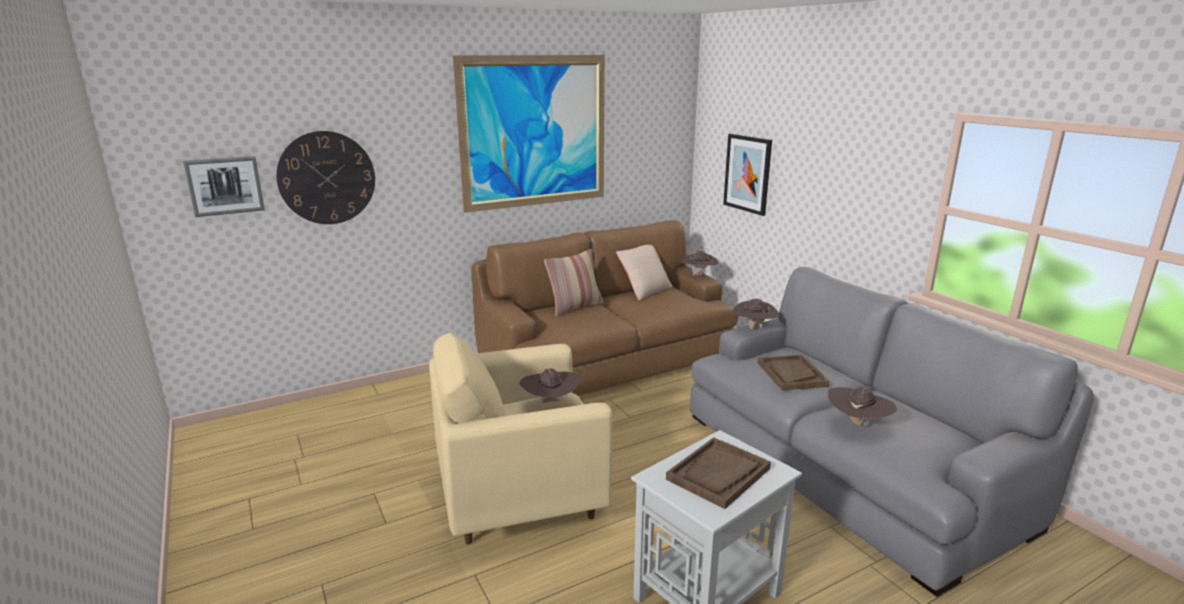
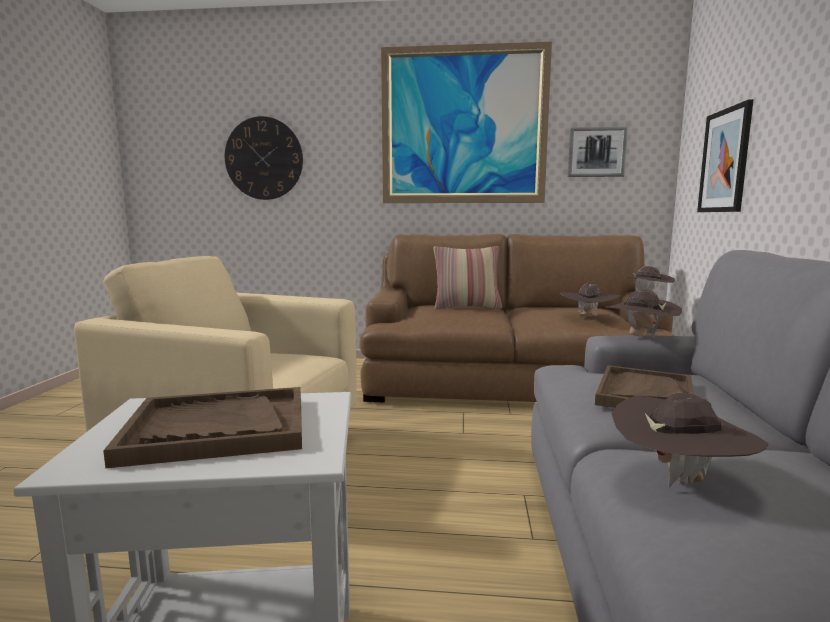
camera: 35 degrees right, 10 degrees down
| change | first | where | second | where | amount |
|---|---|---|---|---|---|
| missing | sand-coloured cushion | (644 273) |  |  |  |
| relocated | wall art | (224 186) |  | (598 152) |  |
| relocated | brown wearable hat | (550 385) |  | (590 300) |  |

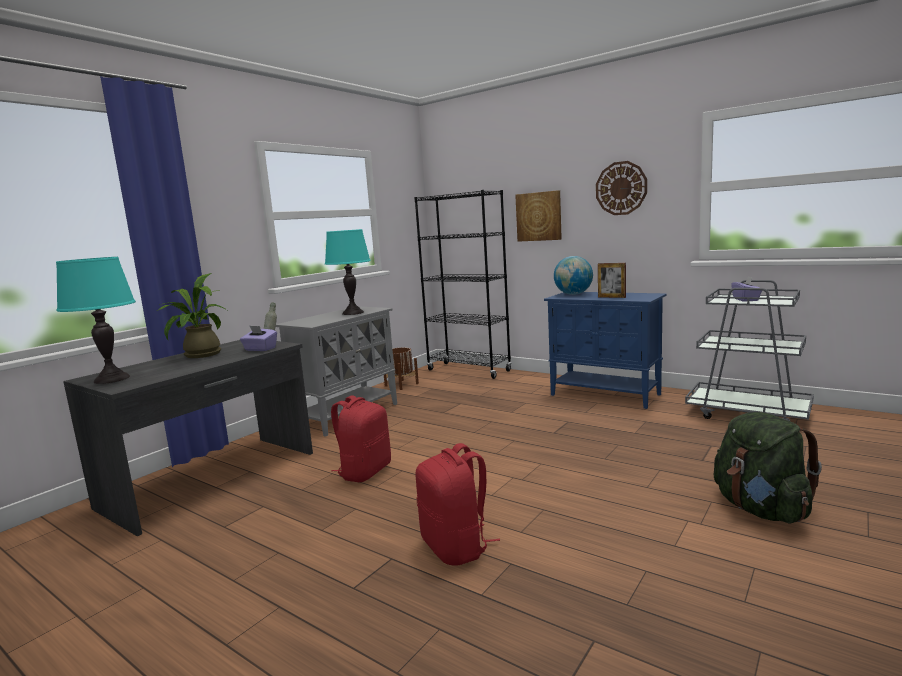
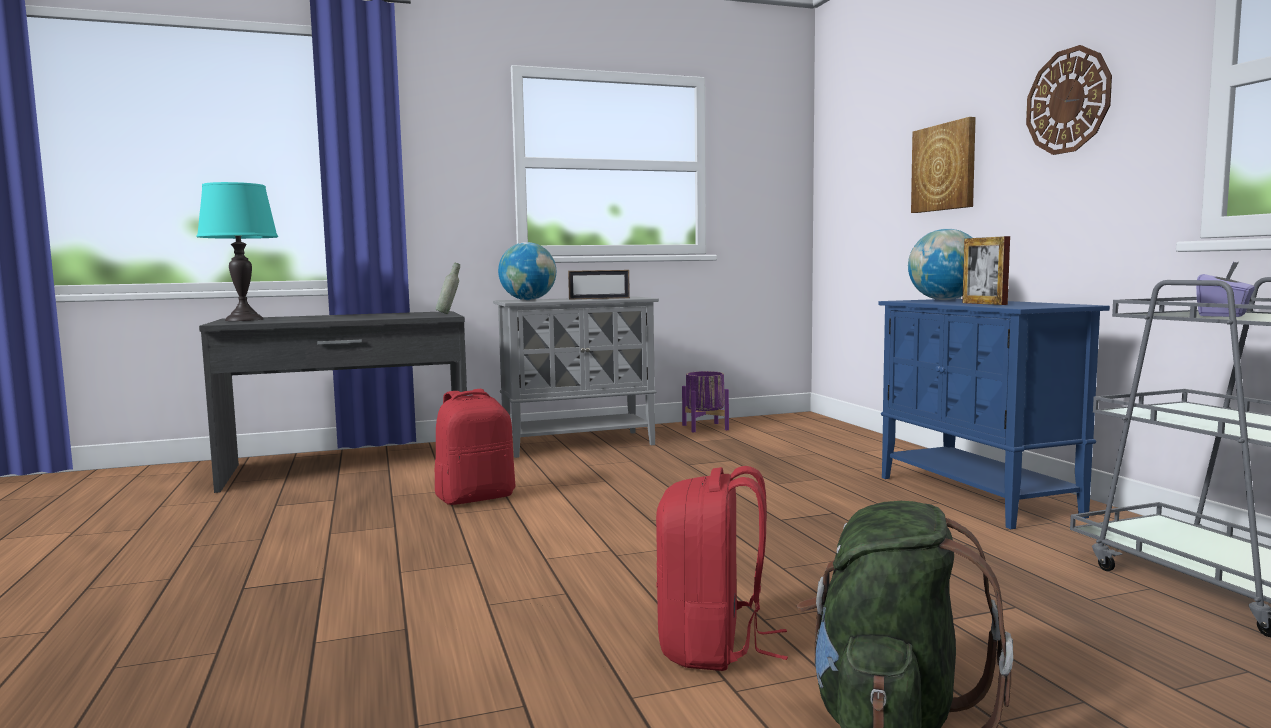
camera: 35 degrees right, 5 degrees down
| change | first | where | second | where | amount |
|---|---|---|---|---|---|
| missing | houseplant | (192 315) |  |  |  |
| missing | purplish tissue box | (258 338) |  |  |  |
| missing | blackish shelving unit | (463 284) |  |  |  |
| appeared |  |  | world globe | (527 271) |  |
| relocated | red-coloured rucksack | (458 504) |  | (722 568) |  |
| exchanged | turquoise lamp for a table | (348 272) | picture frame | (599 285) |  |
| colour | brown plant pot | (401 369) | purplish plant pot | (705 401) |  |

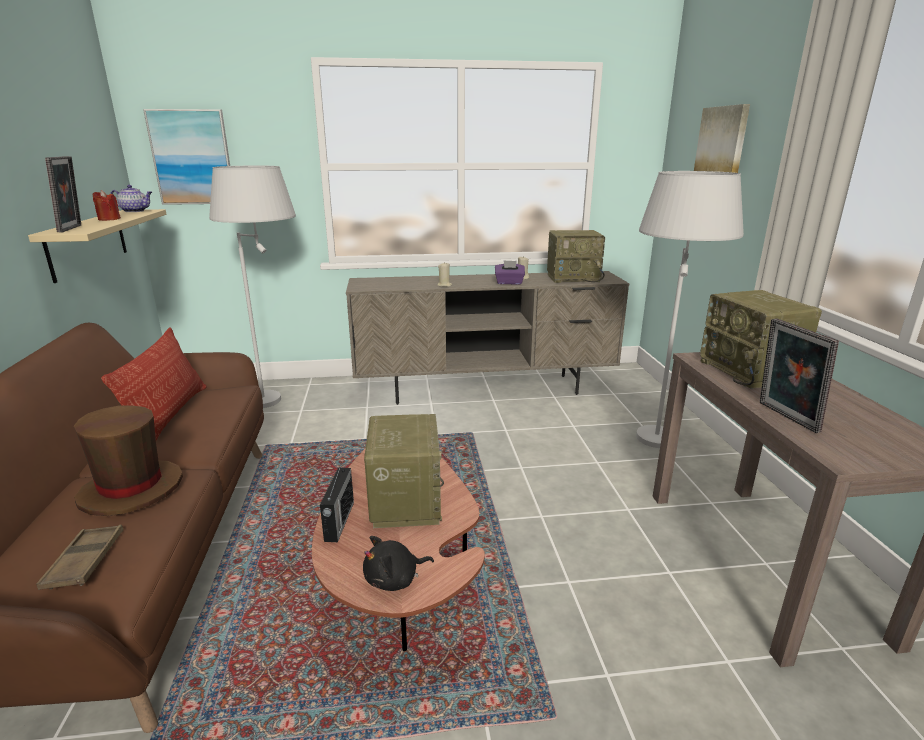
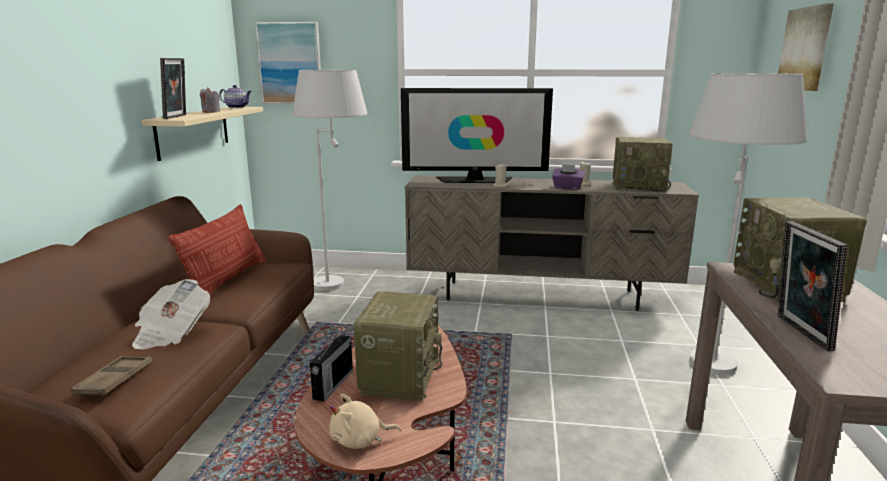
camera: 15 degrees right, 5 degrees down
| change | first | where | second | where | amount |
|---|---|---|---|---|---|
| appeared |  |  | TV set | (477 135) |  |
| exchanged | brown wearable hat | (128 461) | daily paper | (171 314) |  |
| colour | red-coloured wax candle | (107 205) | gray wax candle | (210 100) |  |
| colour | blackish soft toy | (398 563) | sand-coloured soft toy | (365 421) |  |

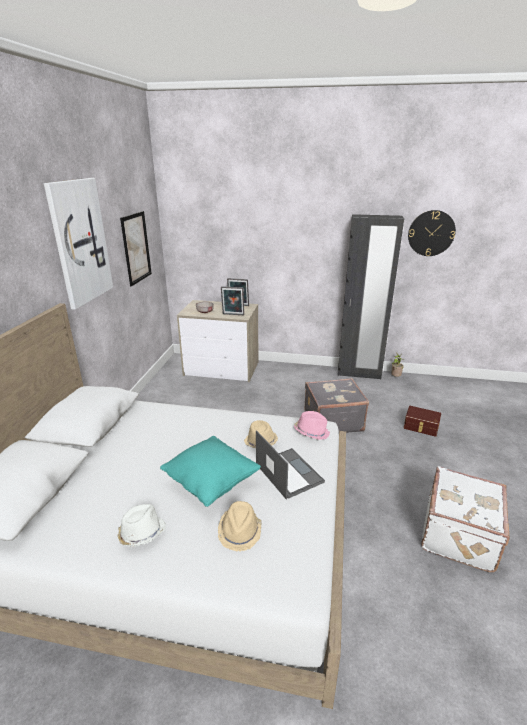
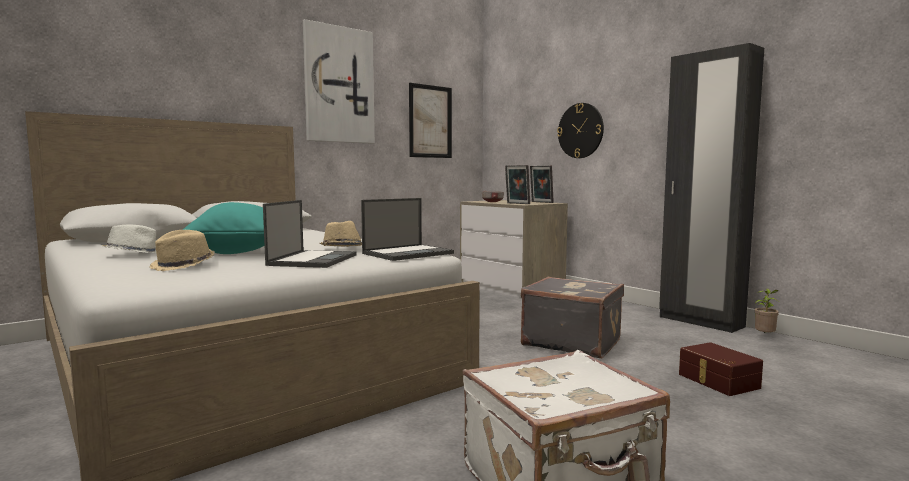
camera: 40 degrees right, 20 degrees down
| change | first | where | second | where | amount |
|---|---|---|---|---|---|
| relocated | clock on the wall | (432 233) |  | (580 130) |  |
| exchanged | pink wearable hat | (312 425) | notebook computer | (407 229) |  |

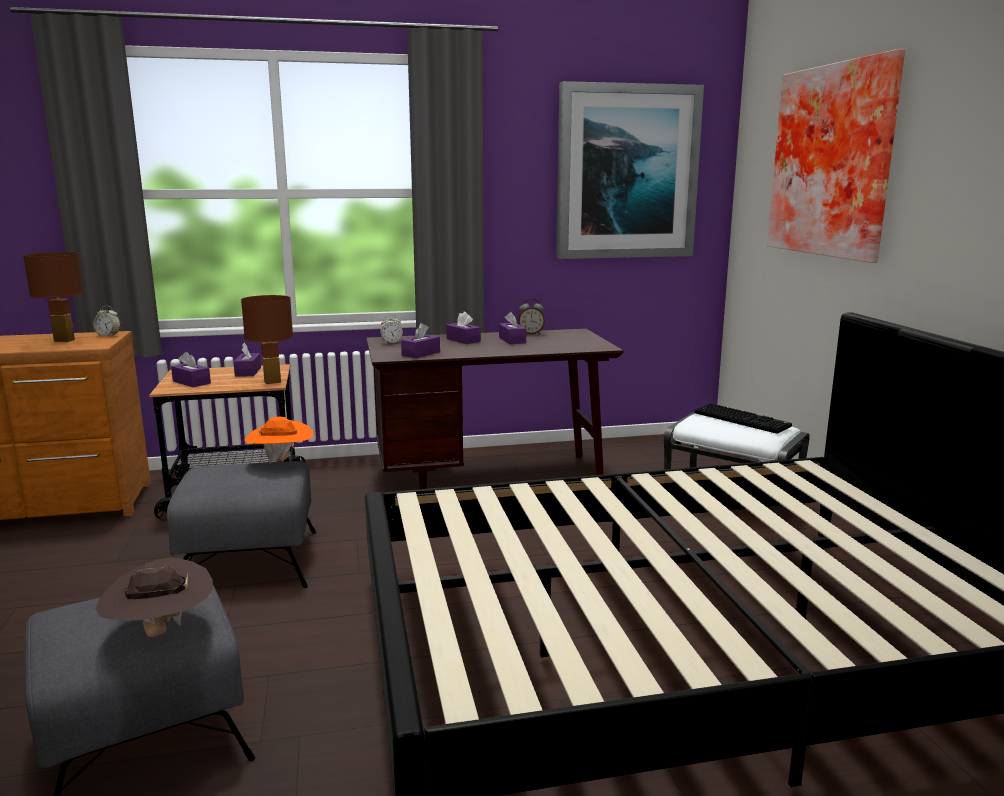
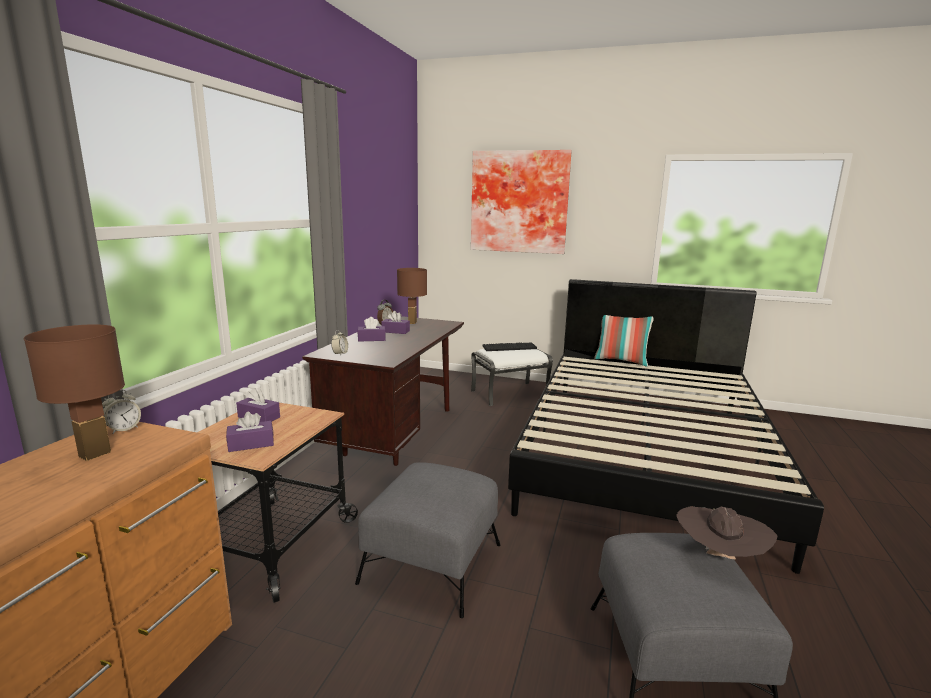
camera: 60 degrees left, 0 degrees up
| change | first | where | second | where | amount |
|---|---|---|---|---|---|
| missing | orange wearable hat | (278 440) |  |  |  |
| missing | purplish tissue box | (420 340) |  |  |  |
| missing | wall art | (630 170) |  |  |  |
| appeared |  |  | cushion | (624 341) |  |
| relocated | brown lamp for a table | (267 339) |  | (412 296) |  |

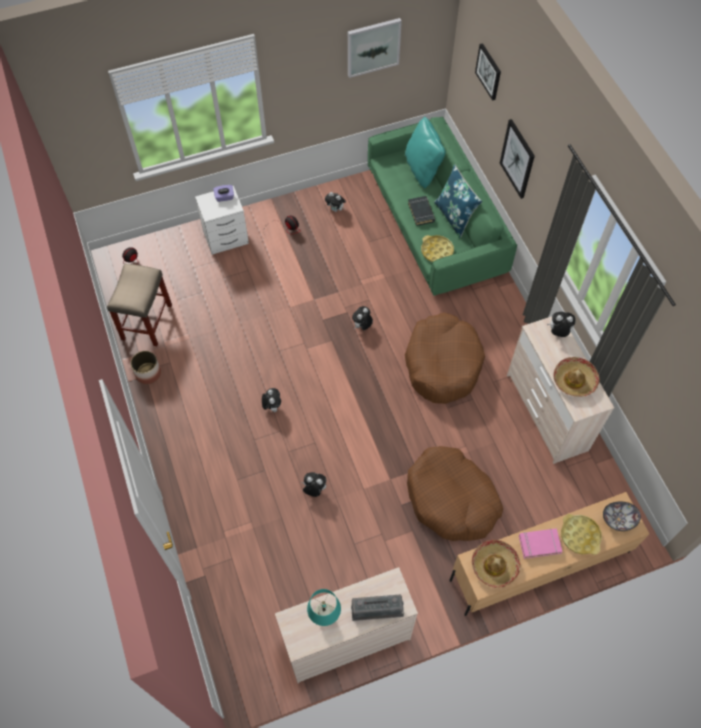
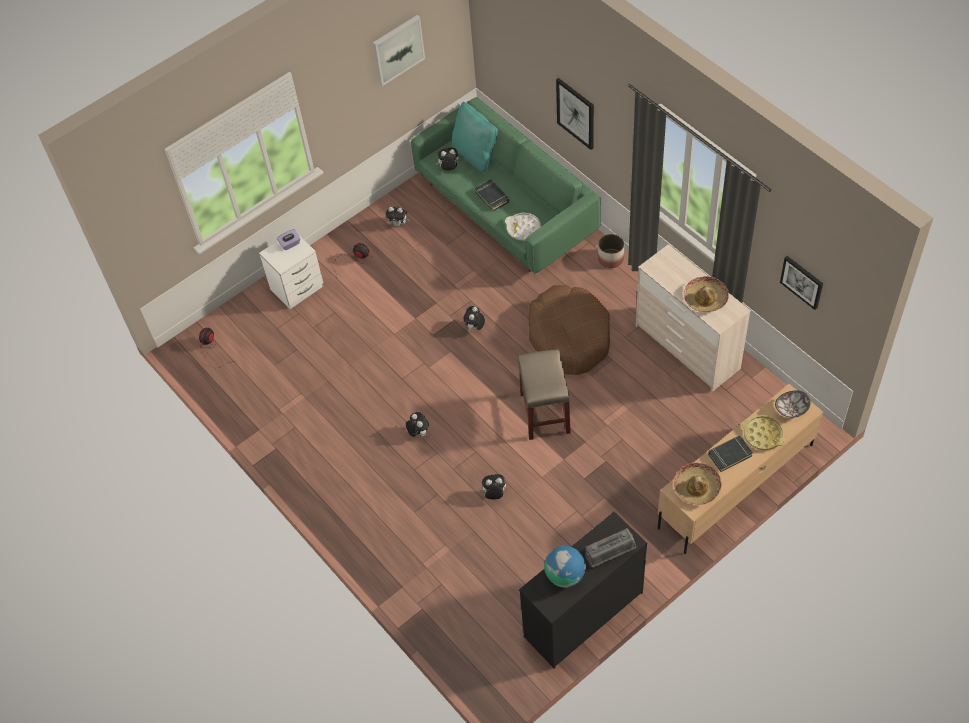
camera: 15 degrees left, 5 degrees down
| change | first | where | second | where | amount |
|---|---|---|---|---|---|
| missing | brown dog bed | (455 493) |  |  |  |
| missing | blue-coloured cushion | (458 201) |  |  |  |
| relocated | sand-coloured sitting stool | (139 304) |  | (544 394) |  |
| relocated | plant pot | (146 367) |  | (611 251) |  |
| relocated | wall art | (488 72) |  | (801 283) |  |
| relocated | soft toy | (561 324) |  | (447 159) |  |
| exchanged | turquoise lamp for a table | (324 607) | world globe | (565 567) |  |
| colour | sand-coloured dresser | (346 625) | blackish dresser | (583 590) |  |
| colour | yellow serving tray | (437 248) | white-coloured serving tray | (523 227) |  |
| colour | pink bound book | (541 543) | blackish bound book | (730 453) |  |

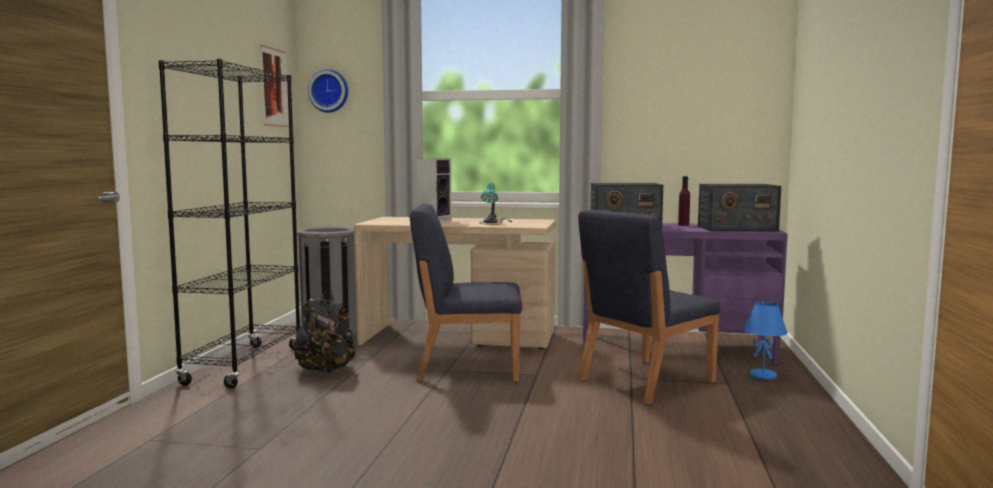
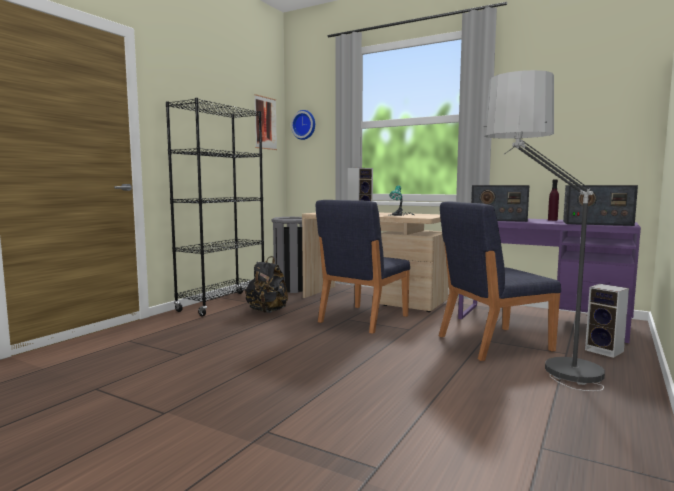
camera: 20 degrees right, 0 degrees up
| change | first | where | second | where | amount |
|---|---|---|---|---|---|
| appeared |  |  | standing lamp | (544 230) |  |
| exchanged | blue-coloured lamp for a table | (766 340) | audio speaker | (607 321) |  |
| spun | blue-coloured chair | (466 292) |  | (363 267) | 75 degrees counterclockwise |

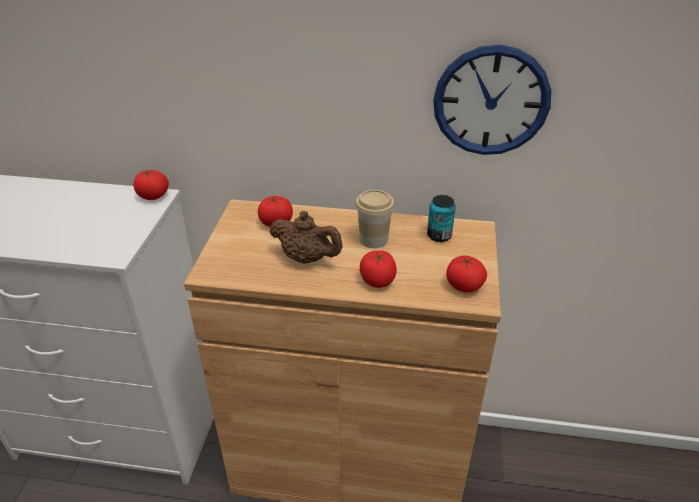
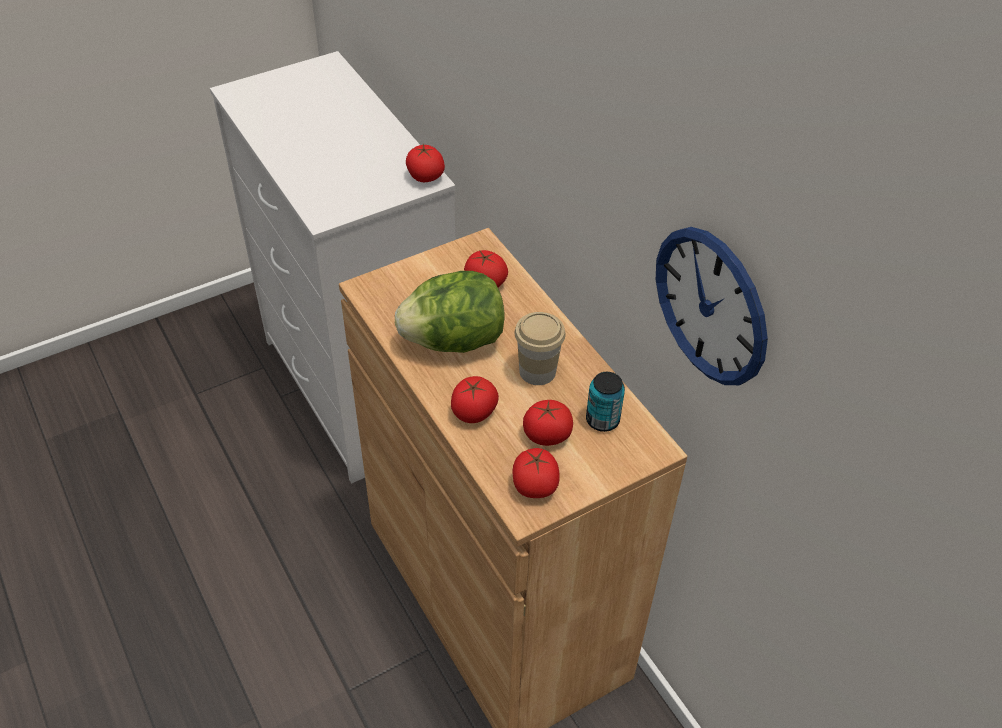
camera: 50 degrees right, 10 degrees up
| change | first | where | second | where | amount |
|---|---|---|---|---|---|
| appeared |  |  | whole tomato | (548 423) |  |
| exchanged | brown teapot | (306 237) | lettuce head | (450 312) |  |

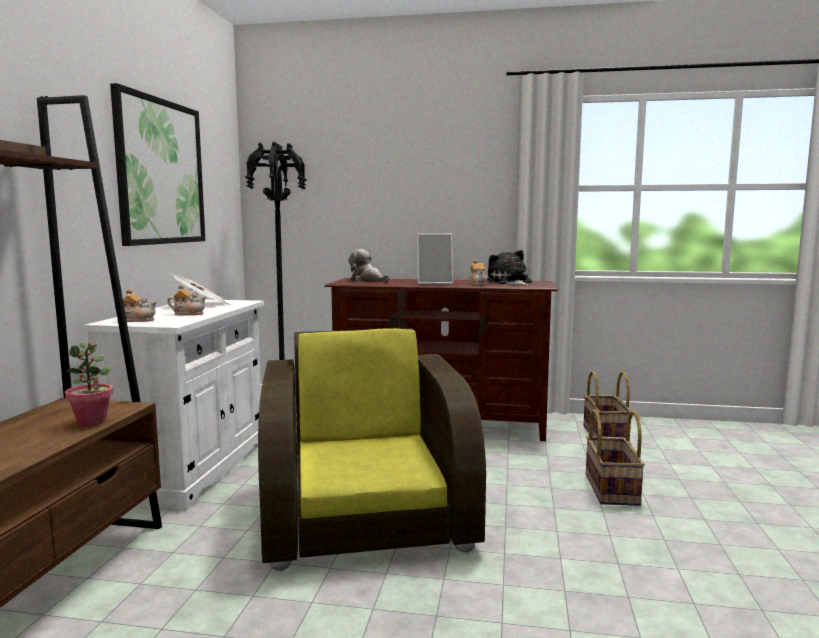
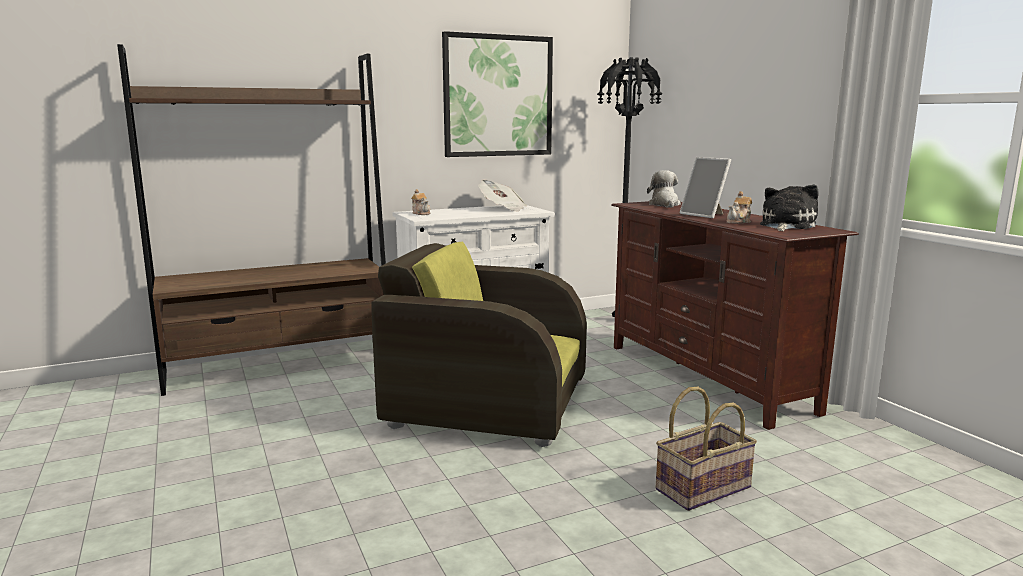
camera: 55 degrees right, 5 degrees up
| change | first | where | second | where | amount |
|---|---|---|---|---|---|
| missing | houseplant | (89 384) |  |  |  |
| missing | teapot | (186 299) |  |  |  |
| missing | basket | (608 406) |  |  |  |
| spun | brown lounge chair | (372 449) |  | (479 344) | 120 degrees counterclockwise |

